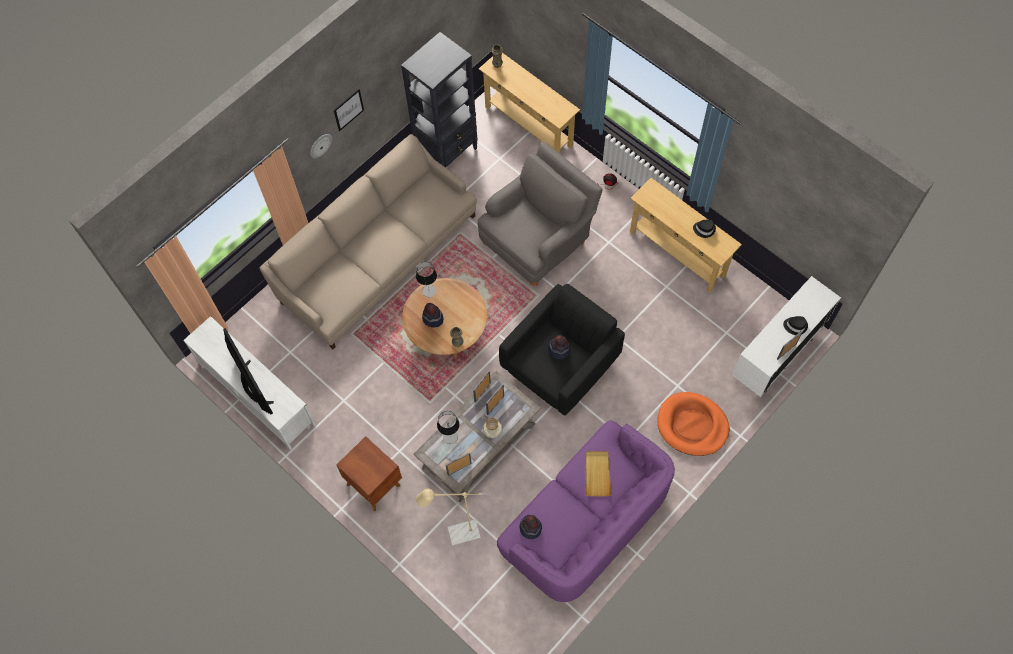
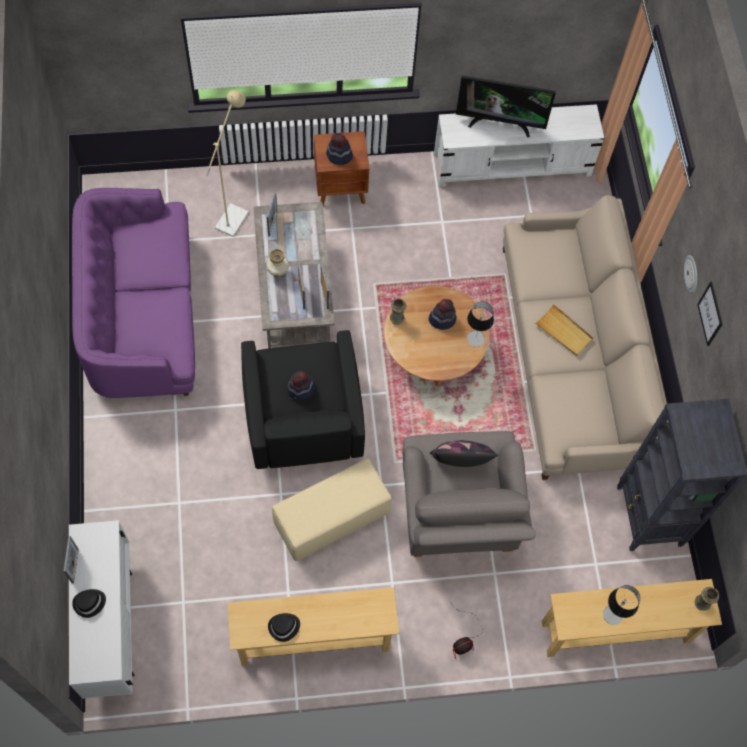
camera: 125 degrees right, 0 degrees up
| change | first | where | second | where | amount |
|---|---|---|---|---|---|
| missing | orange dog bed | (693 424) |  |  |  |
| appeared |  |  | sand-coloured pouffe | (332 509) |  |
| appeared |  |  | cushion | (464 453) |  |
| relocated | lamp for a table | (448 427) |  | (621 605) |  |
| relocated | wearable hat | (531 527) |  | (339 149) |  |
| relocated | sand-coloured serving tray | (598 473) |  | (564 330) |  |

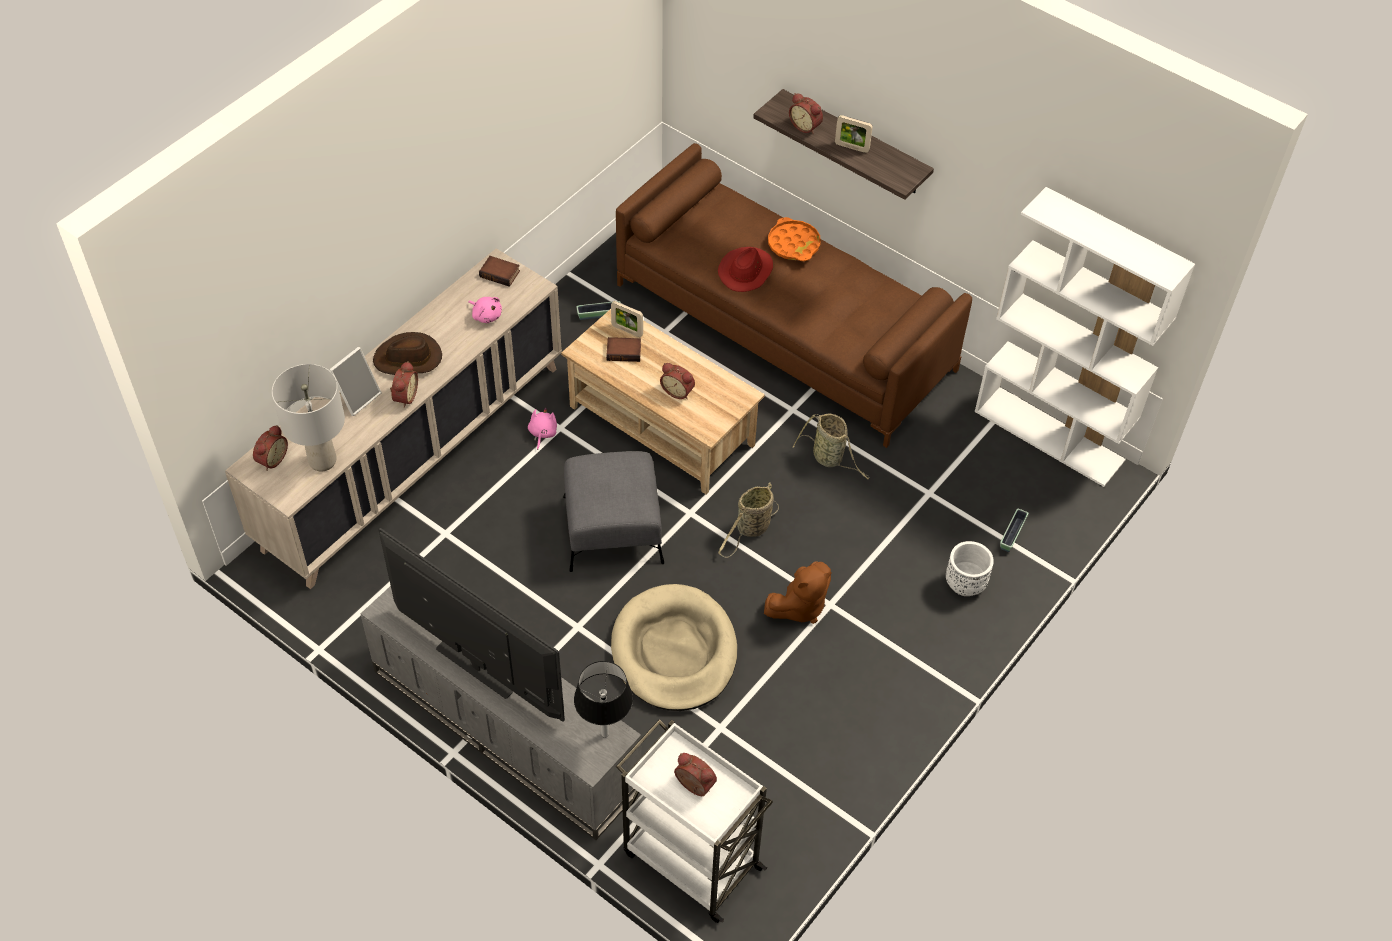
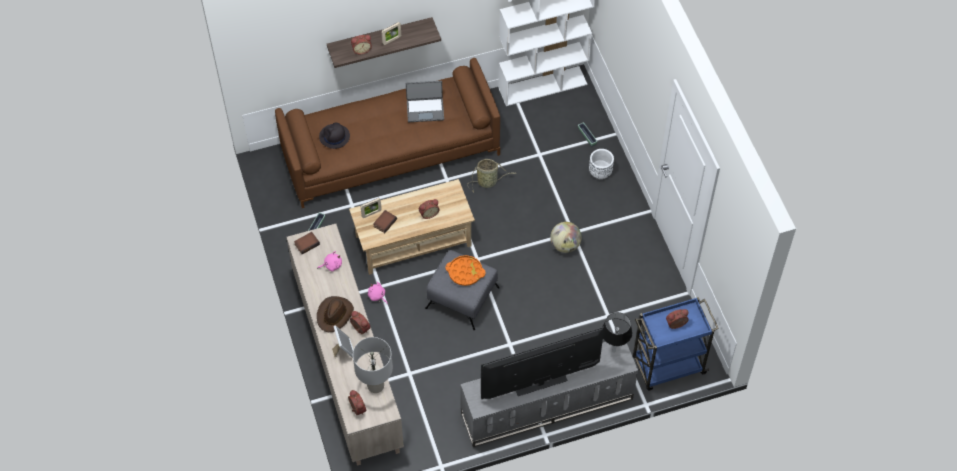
camera: 55 degrees left, 5 degrees up
| change | first | where | second | where | amount |
|---|---|---|---|---|---|
| missing | sand-coloured dog bed | (674 647) |  |  |  |
| missing | red-coloured wearable hat | (745 269) |  |  |  |
| missing | basket | (748 519) |  |  |  |
| appeared |  |  | blackish wearable hat | (334 135) |  |
| appeared |  |  | notebook computer | (425 101) |  |
| relocated | orange serving tray | (794 239) |  | (465 270) |  |
| exchanged | brown soft toy | (797 592) | world globe | (566 237) |  |
| colour | white-coloured wheeled cart | (694 821) | blue-coloured wheeled cart | (676 344) |  |

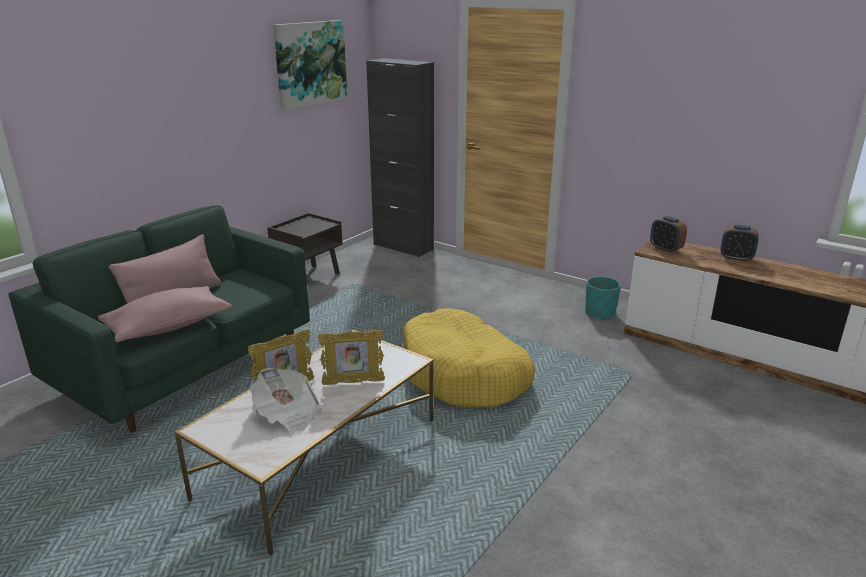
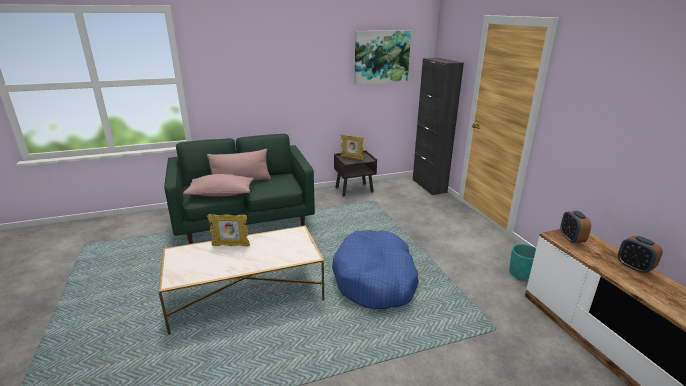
camera: 35 degrees right, 0 degrees up
| change | first | where | second | where | amount |
|---|---|---|---|---|---|
| missing | daily paper | (286 400) |  |  |  |
| relocated | picture frame | (351 357) |  | (352 147) |  |
| colour | yellow dog bed | (469 357) | blue-coloured dog bed | (375 269) |  |

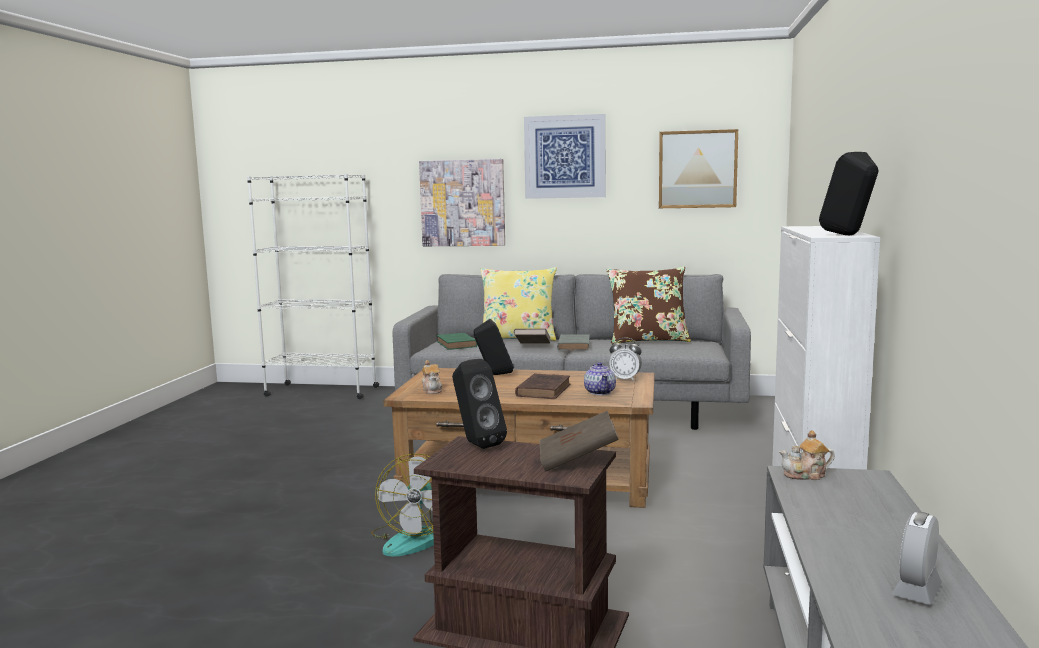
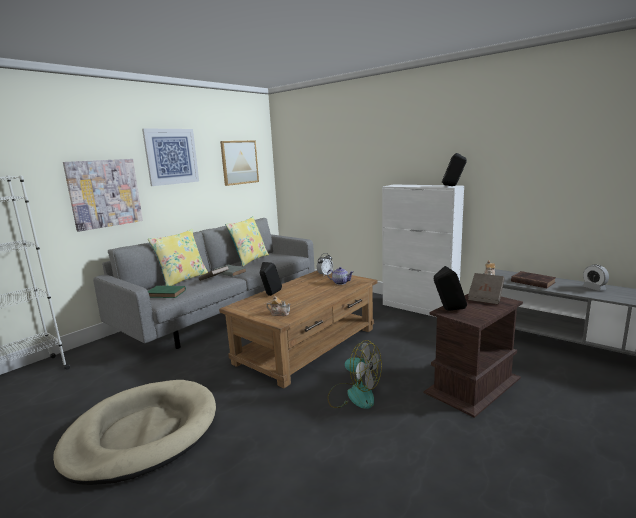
camera: 60 degrees left, 5 degrees up
| change | first | where | second | where | amount |
|---|---|---|---|---|---|
| appeared |  |  | sand-coloured dog bed | (134 432) |  |
| relocated | brown bound book | (542 386) |  | (533 279) |  |
| colour | brown cushion | (649 305) | yellow cushion | (247 241) |  |

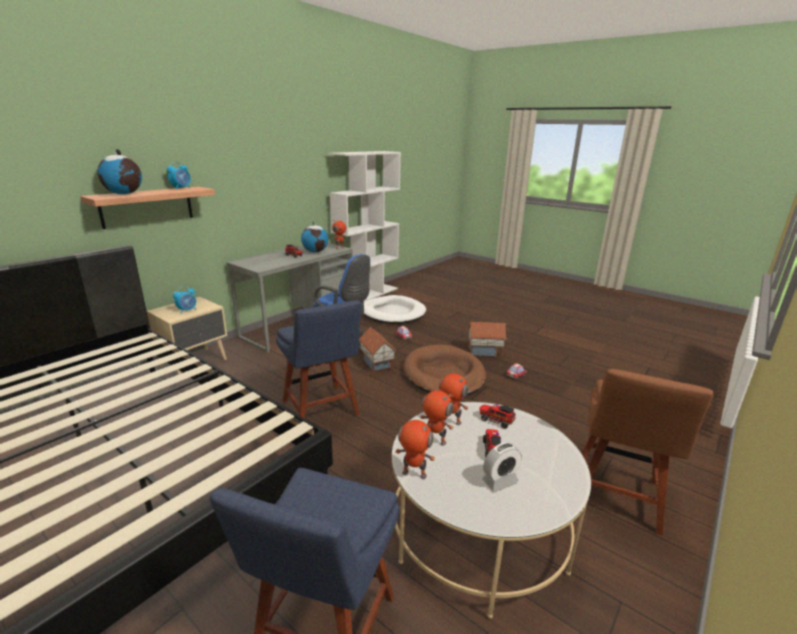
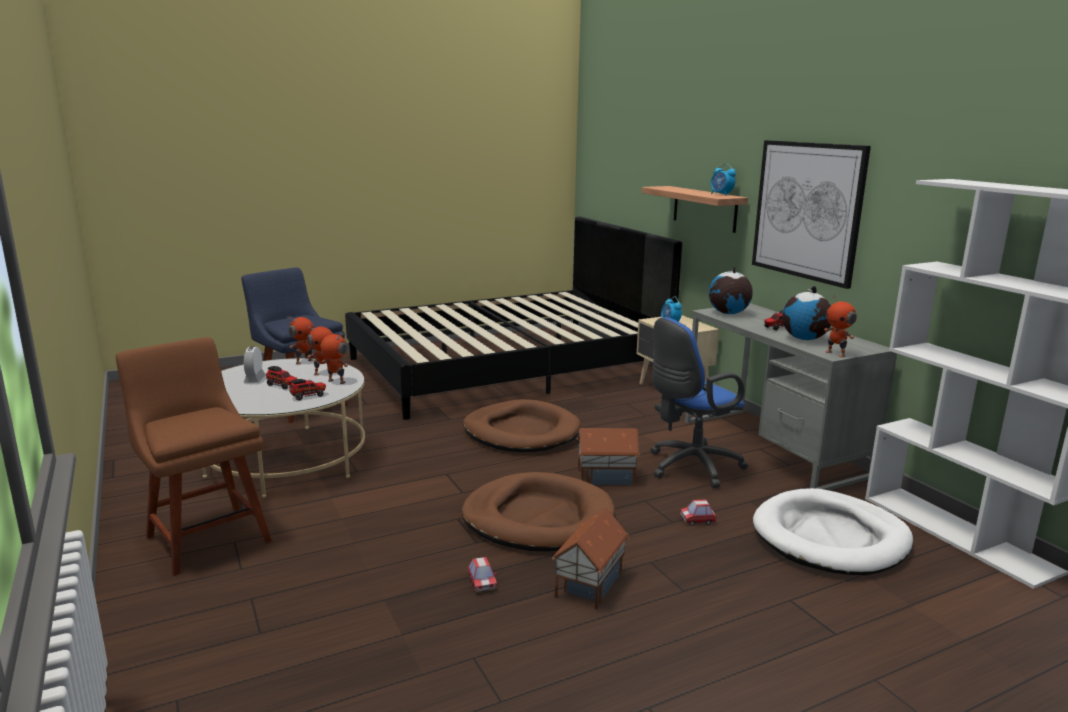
camera: 115 degrees right, 5 degrees down
| change | first | where | second | where | amount |
|---|---|---|---|---|---|
| appeared |  |  | wall art | (811 214) |  |
| relocated | world globe | (119 172) |  | (730 290) |  |
| exchanged | blue-coloured chair | (318 359) | brown dog bed | (522 425) |  |
| spun | model robot | (454 399) |  | (334 358) | 120 degrees counterclockwise |

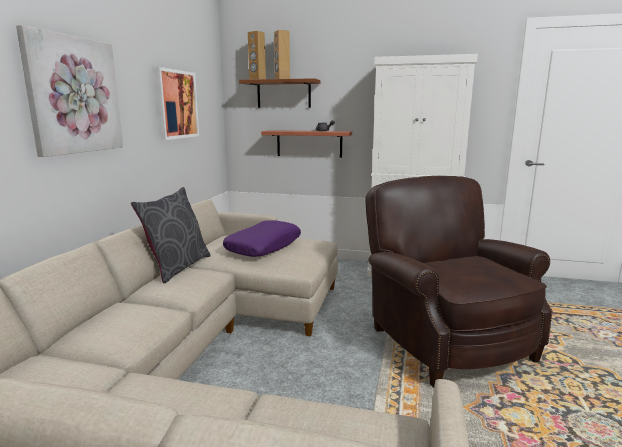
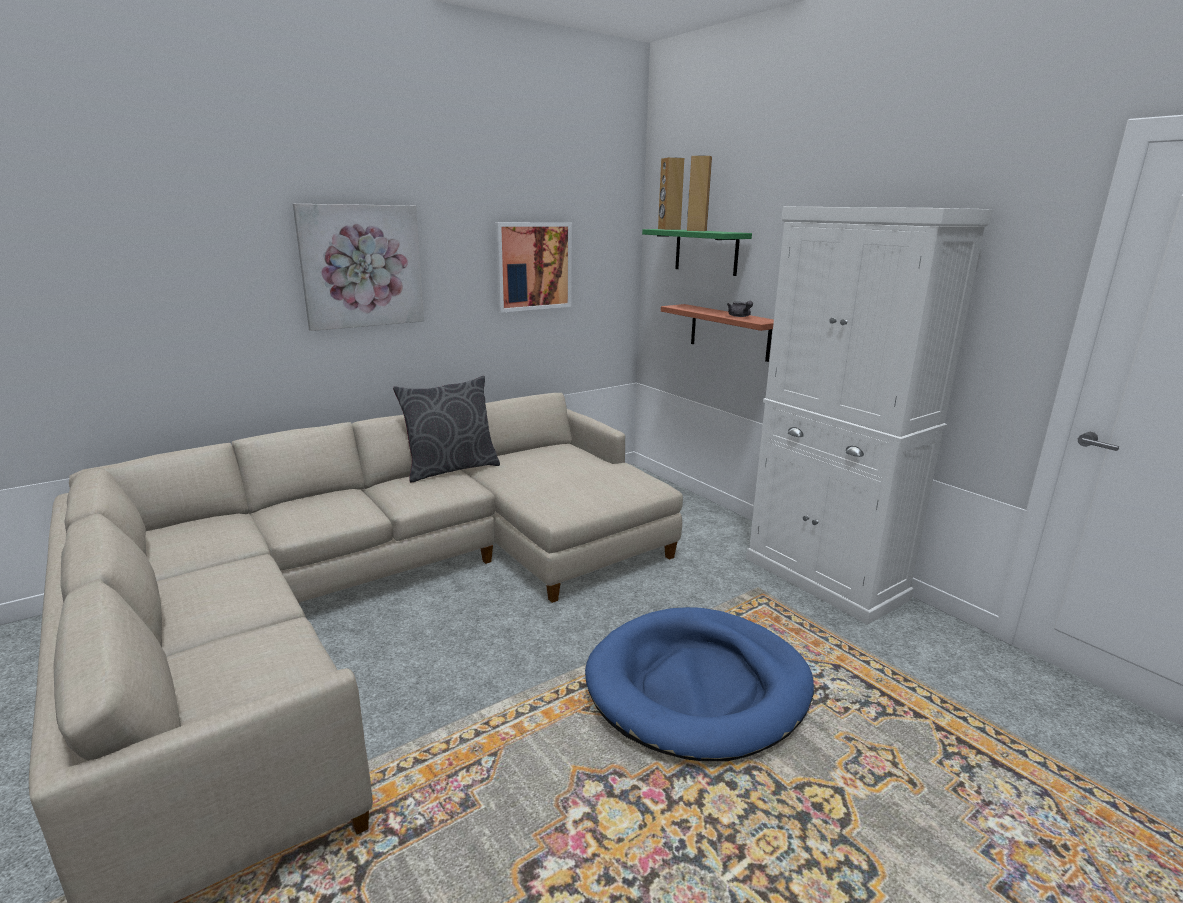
camera: 40 degrees right, 5 degrees up
| change | first | where | second | where | amount |
|---|---|---|---|---|---|
| missing | purplish cushion | (262 238) |  |  |  |
| exchanged | brown lounge chair | (459 282) | blue-coloured dog bed | (699 684) |  |
| colour | brown shelf | (279 93) | green shelf | (697 252) |  |

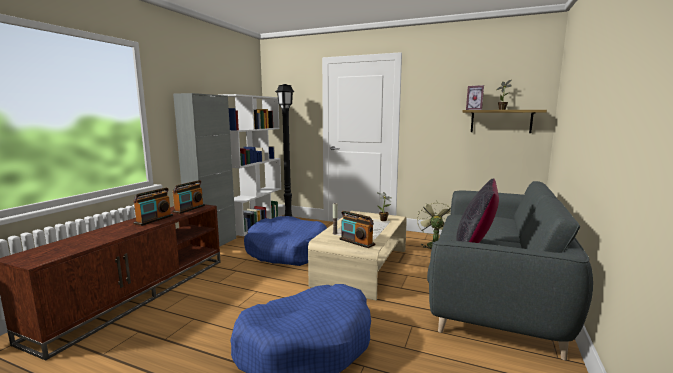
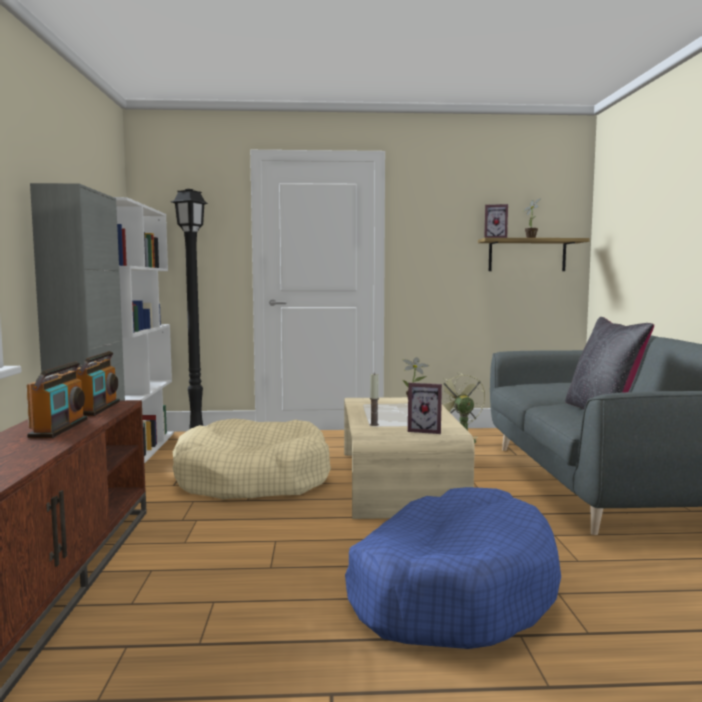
camera: 25 degrees left, 5 degrees down
| change | first | where | second | where | amount |
|---|---|---|---|---|---|
| exchanged | radio receiver | (357 229) | picture frame | (425 408) |  |
| colour | blue-coloured dog bed | (285 241) | sand-coloured dog bed | (252 459) |  |

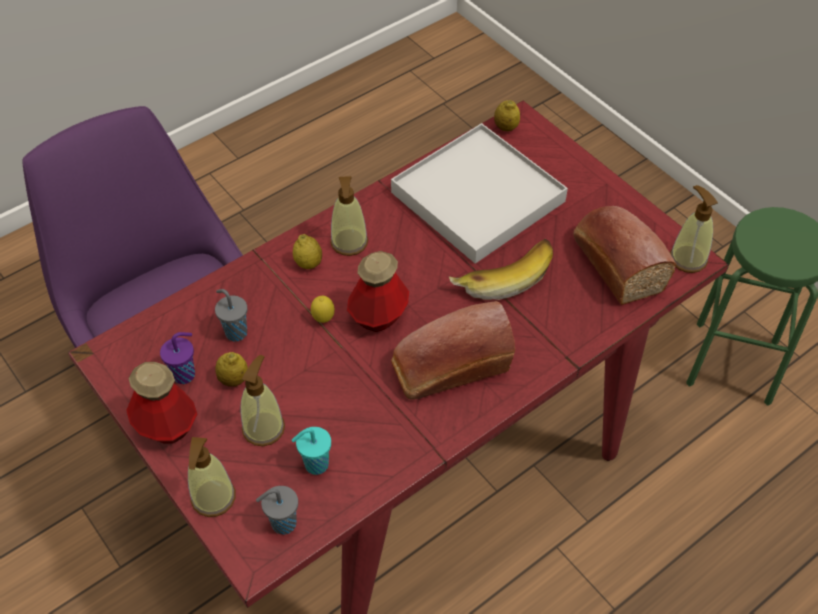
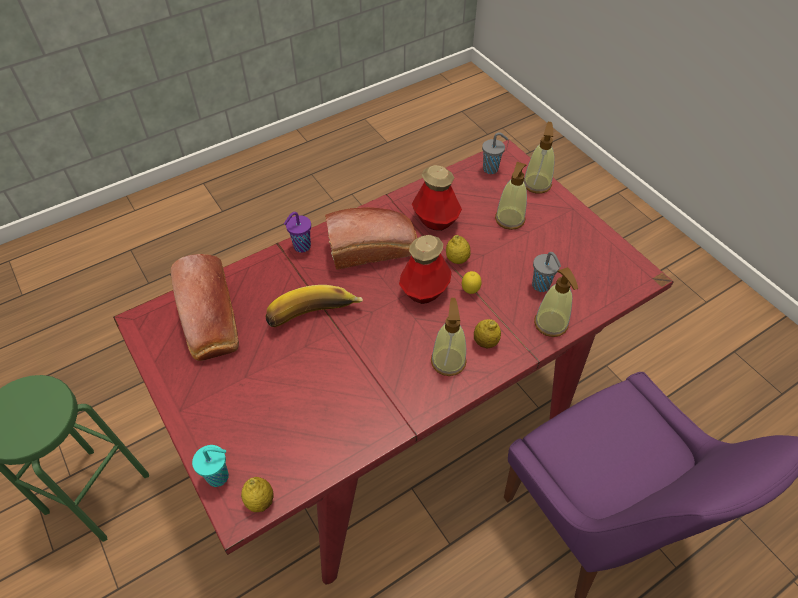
camera: 175 degrees left, 0 degrees up
| change | first | where | second | where | amount |
|---|---|---|---|---|---|
| missing | white-coloured serving tray | (479 193) |  |  |  |
| relocated | drink bottle | (161 403) |  | (437 198) |  |
| relocated | purplish drinking cup | (177 358) |  | (297 232) |  |
| relocated | whole lemon | (231 369) |  | (458 249) |  |
| relocated | turquoise drinking cup | (311 451) |  | (210 466) |  |
| relocated | soap bottle | (694 229) |  | (556 302) |  |

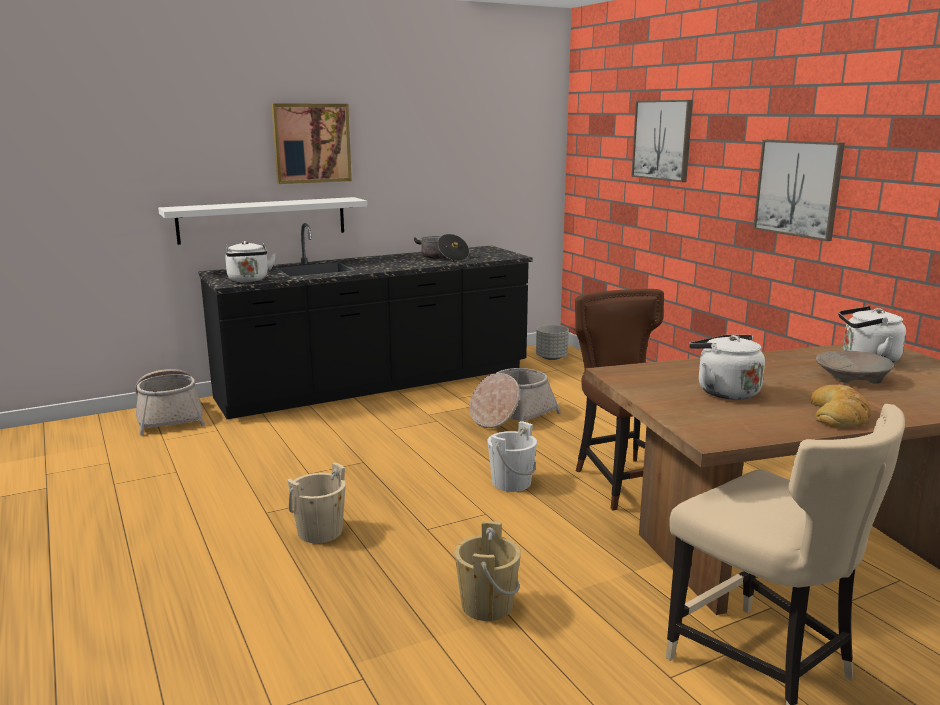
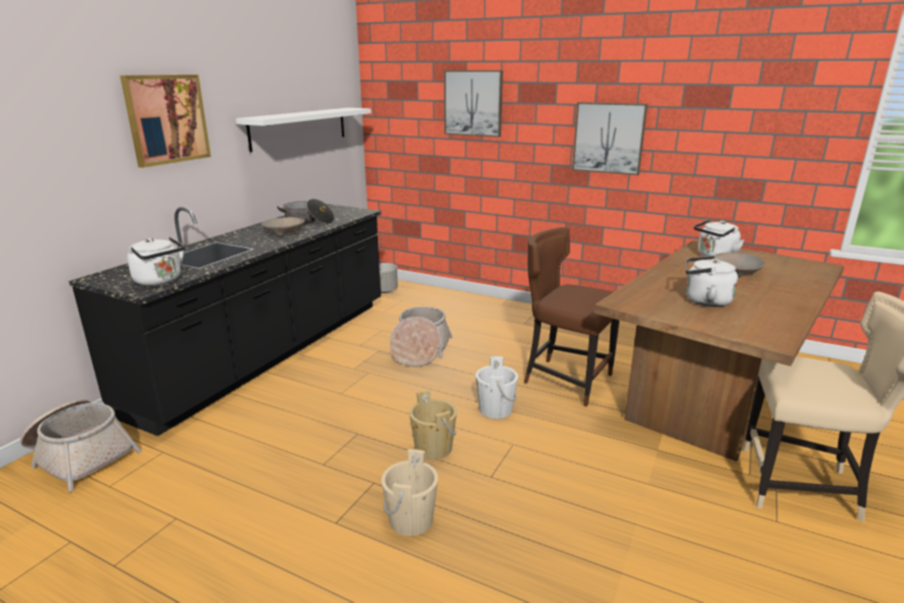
camera: 35 degrees left, 5 degrees up
| change | first | where | second | where | amount |
|---|---|---|---|---|---|
| missing | baked bread | (841 406) |  |  |  |
| appeared |  |  | sand-coloured bowl | (283 227) |  |
| relocated | white-coloured shelf | (262 221) |  | (303 130) |  |
| relocated | sand-coloured bucket | (488 571) |  | (433 424) |  |

